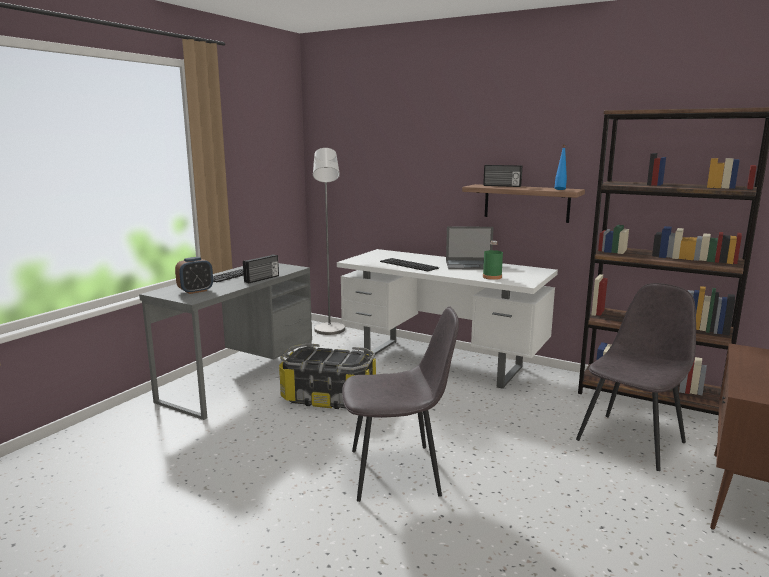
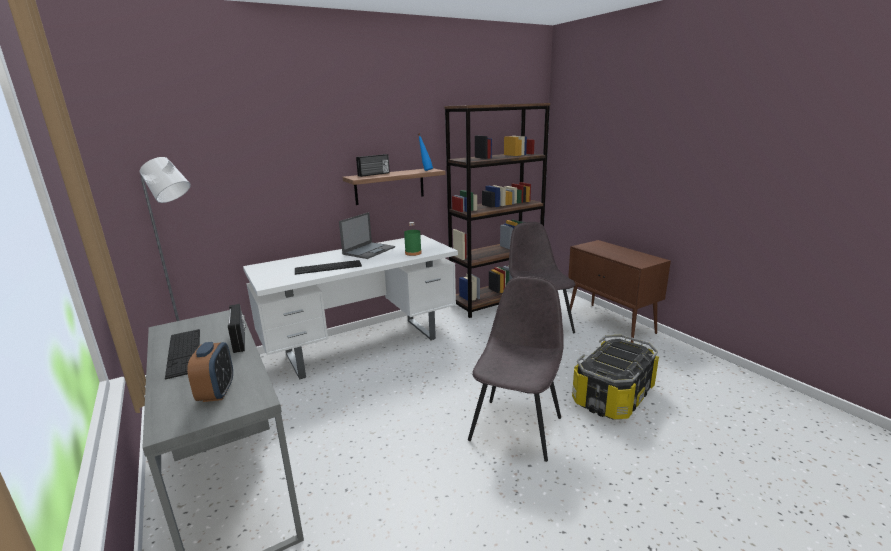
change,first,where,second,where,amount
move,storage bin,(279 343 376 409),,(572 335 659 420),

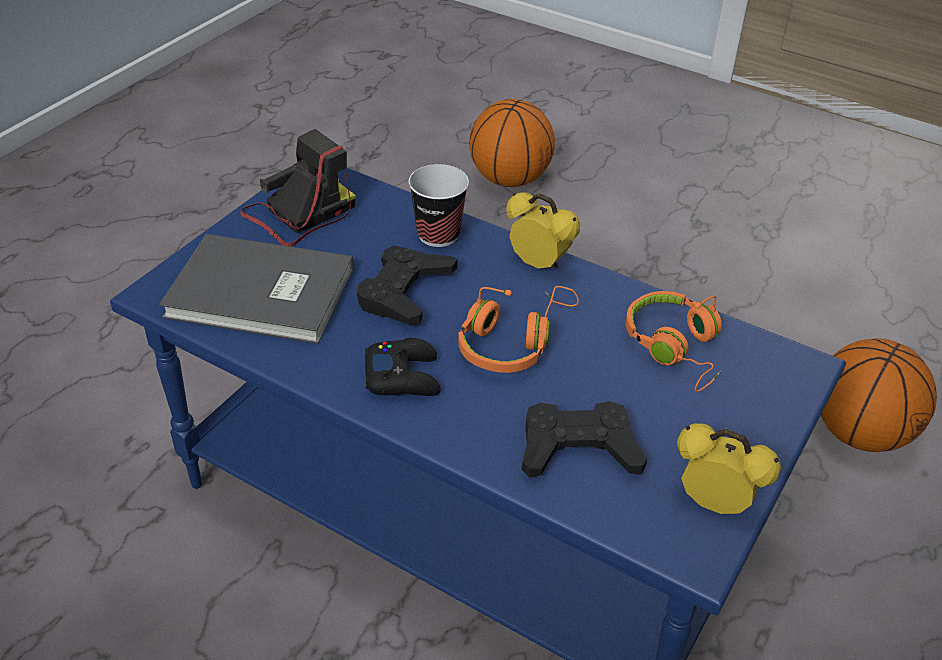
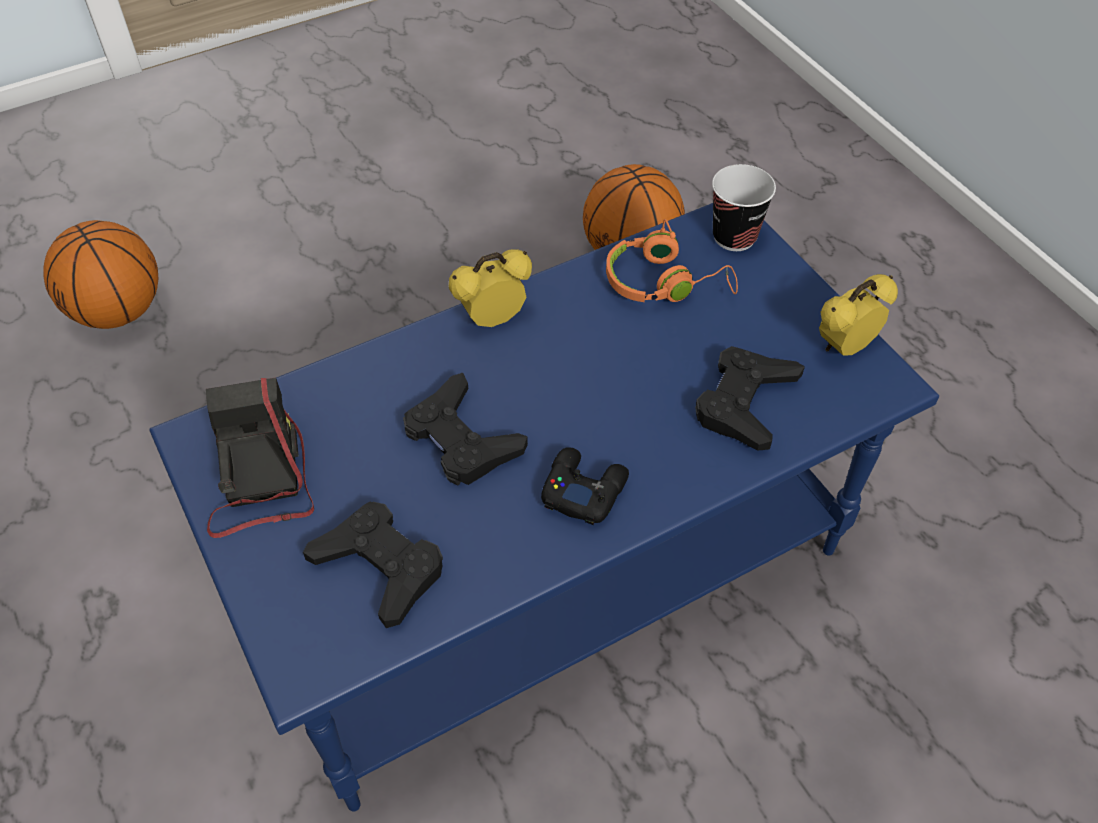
change,first,where,second,where,amount
delete,headset (orange),(458 286 579 373),,,
move,small cup,(408 164 469 247),,(712 164 776 251),
replace,volume (gray),(159 234 353 344),game controller (blackish),(303 502 443 628),

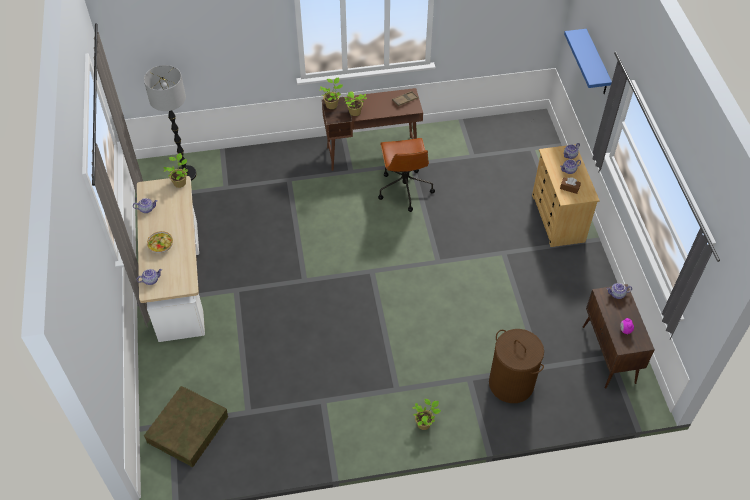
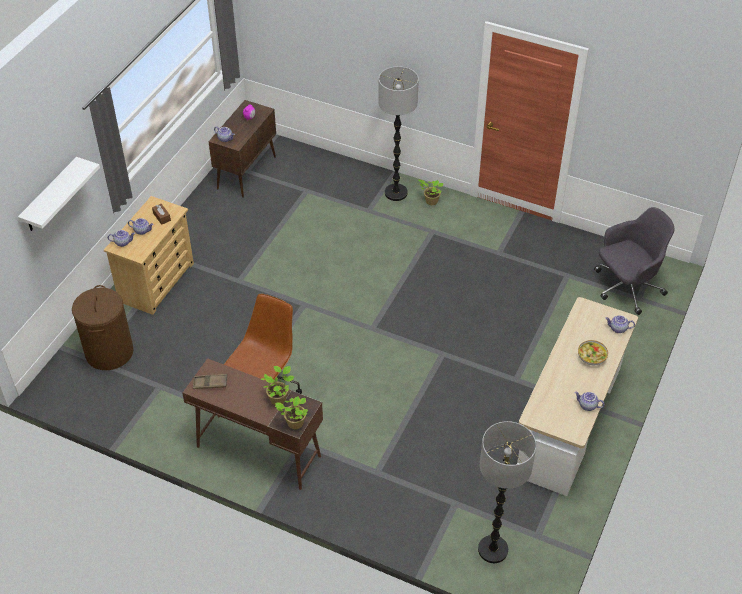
change,first,where,second,where,amount
delete,houseplant,(164 153 188 188),,,
insert,,,standard lamp,(378 66 419 201),
move,laundry basket (brown),(489 329 544 403),,(72 285 133 370),
replace,storage bin (brown),(144 386 228 467),desk chair (gray),(594 207 674 315),
recolor,shelf (blue-coloured),(564 29 612 94),shelf (whitish),(18 157 100 231),

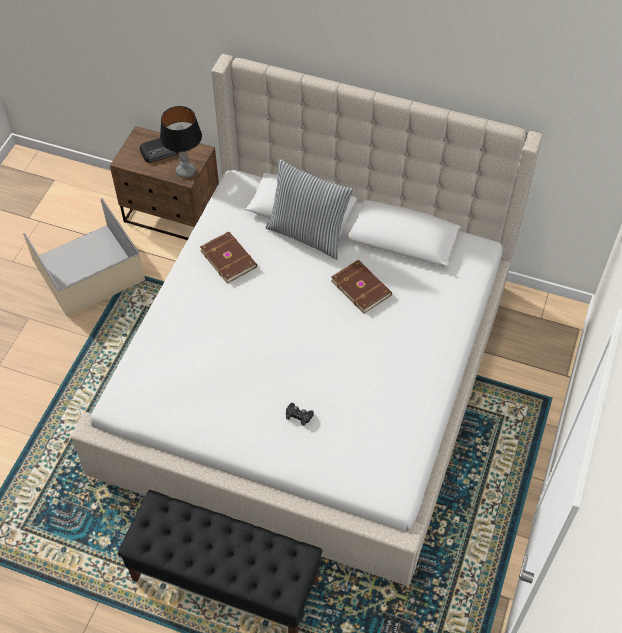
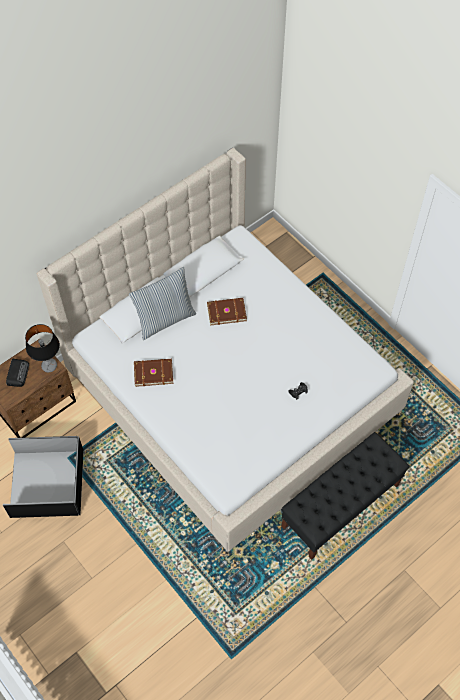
change,first,where,second,where,amount
recolor,storage bin (beige),(23 198 145 317),storage bin (blackish),(3 436 84 518),

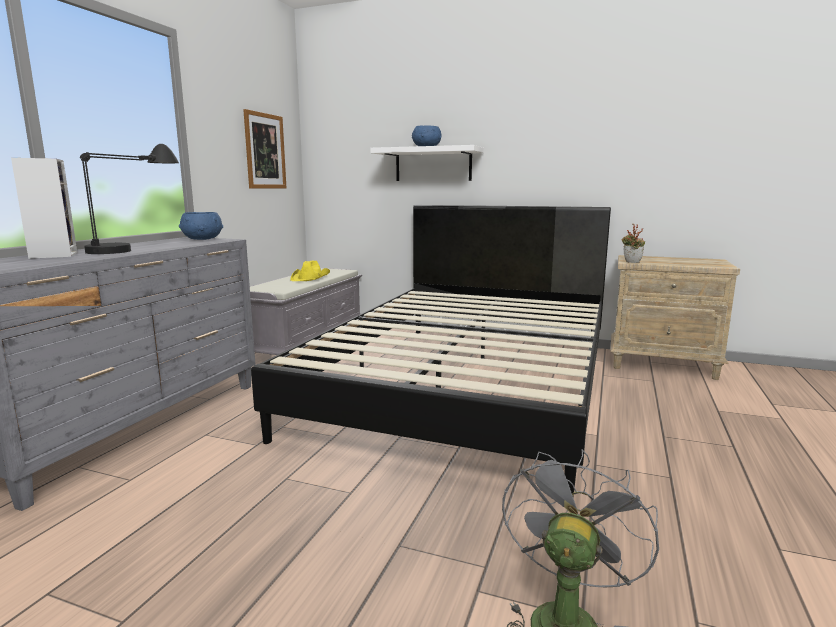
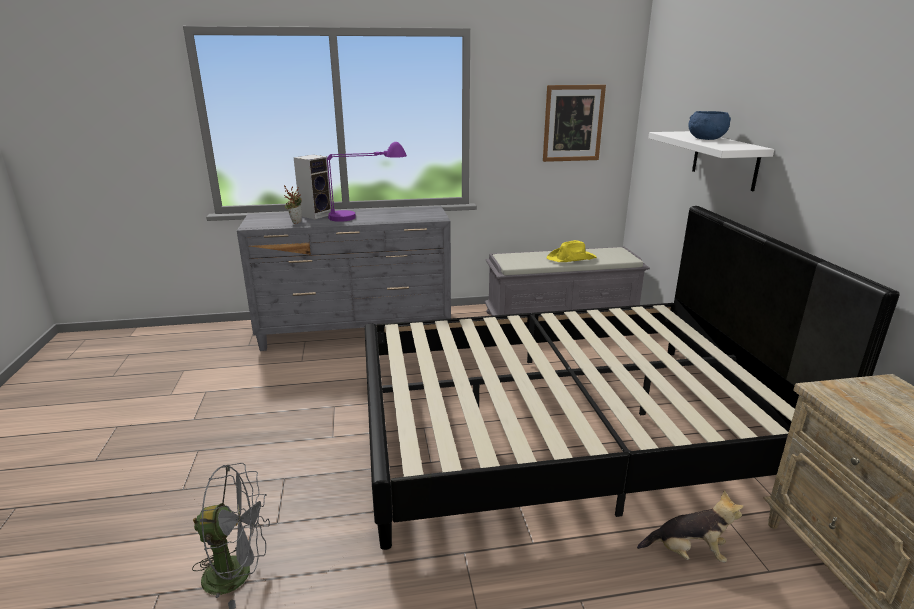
change,first,where,second,where,amount
delete,deep dish (blue-coloured),(179 212 223 240),,,
insert,,,plush toy,(637 490 743 563),
move,houseplant,(621 223 645 263),,(284 185 302 224),
recolor,tabletop lamp (blackish),(80 144 179 254),tabletop lamp (purple-coloured),(327 142 407 222),

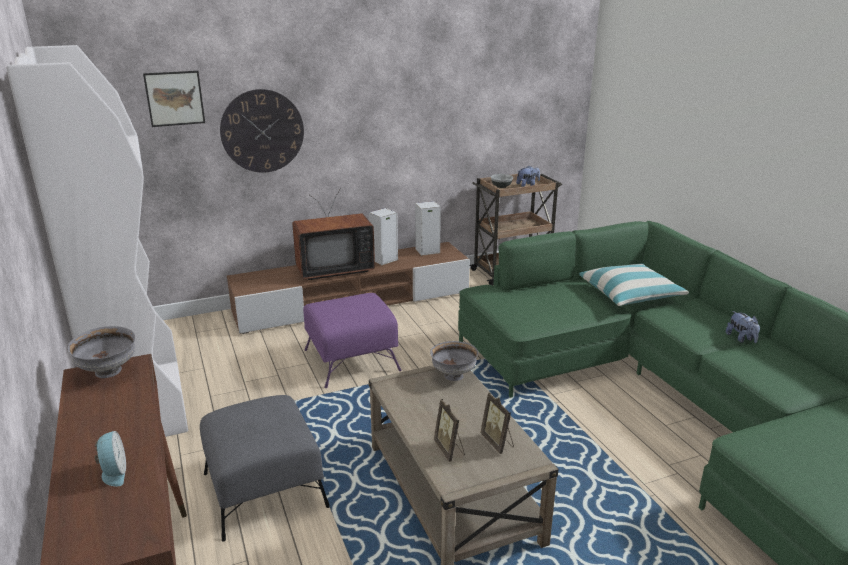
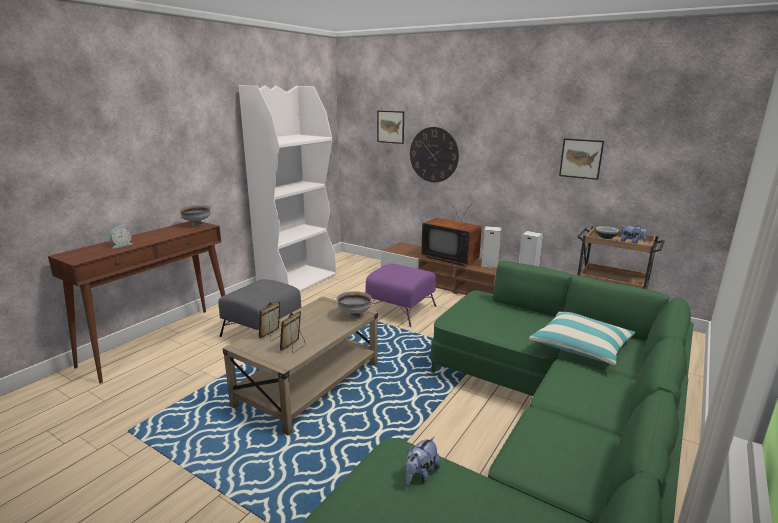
change,first,where,second,where,amount
insert,,,wall art,(559 138 604 180),
move,plush toy,(726 311 760 343),,(406 437 440 485),

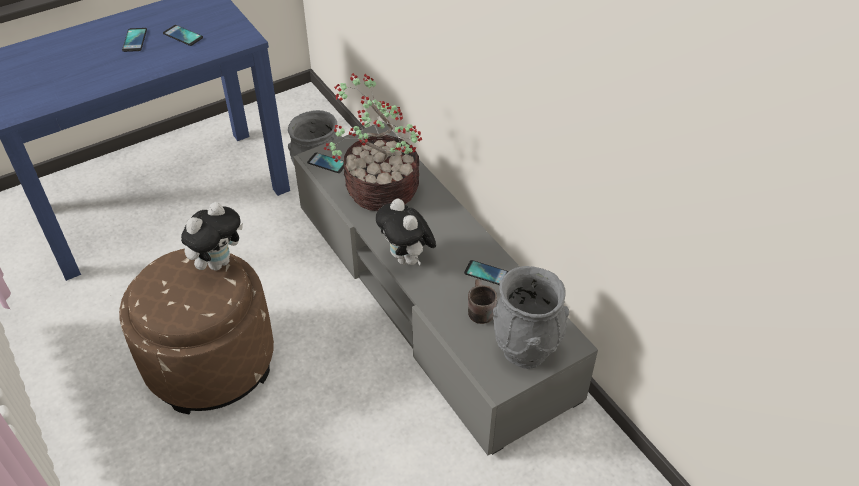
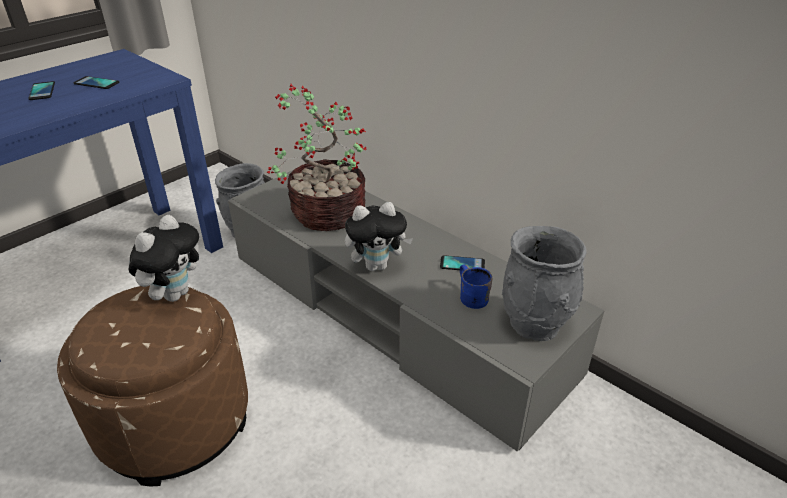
change,first,where,second,where,amount
delete,handset,(307 153 344 173),,,
recolor,mug (brown),(468 279 497 324),mug (blue-coloured),(460 265 492 309),
rotate,plush toy,(376 198 436 266),,(345 202 413 271),60 degrees counterclockwise

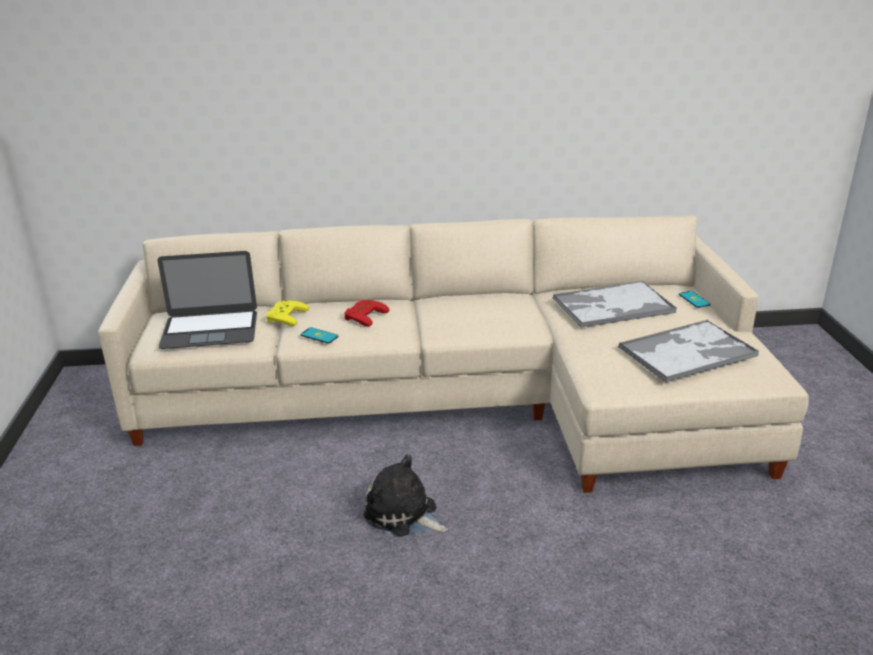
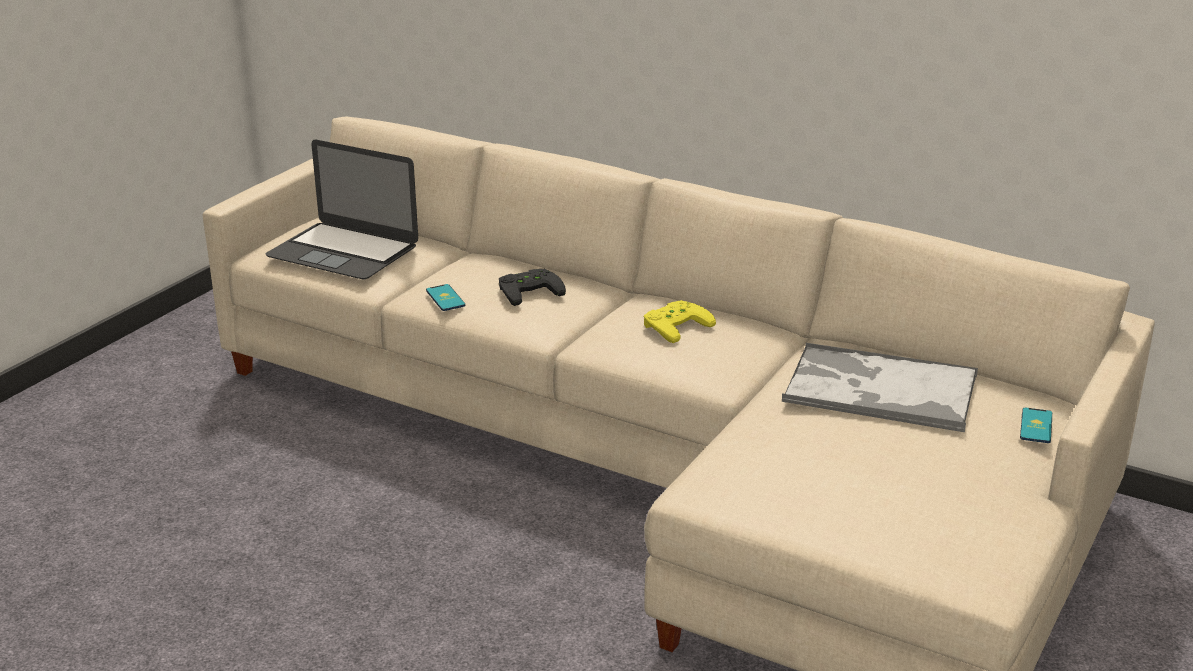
change,first,where,second,where,amount
delete,plush toy,(363 454 447 537),,,
delete,tray,(618 320 759 383),,,
move,game controller (yellowish),(267 301 309 326),,(644 300 716 343),
recolor,game controller (red-coloured),(344 300 389 327),game controller (blackish),(499 269 566 306),

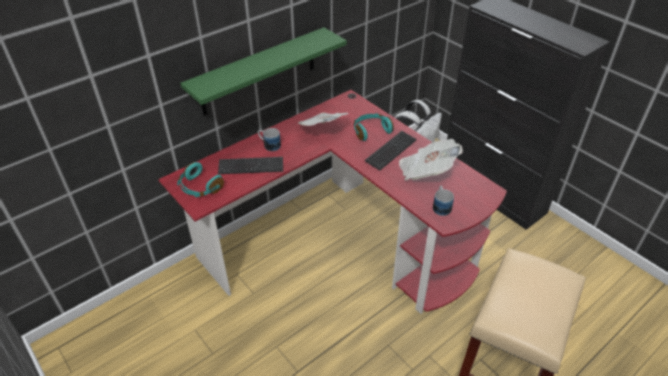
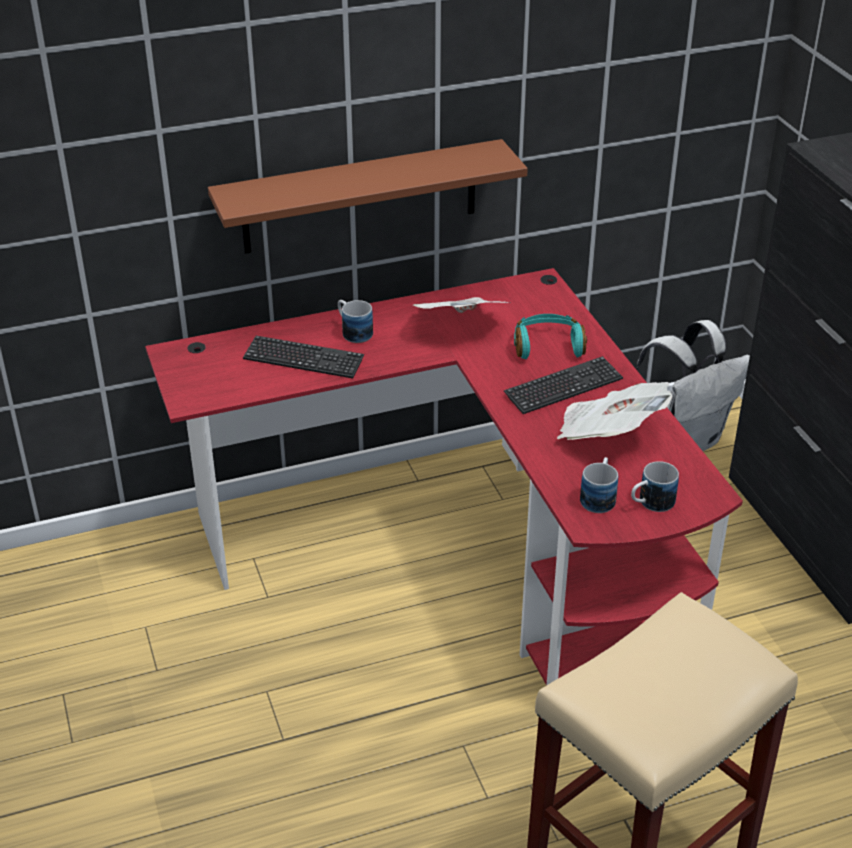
change,first,where,second,where,amount
delete,headset (turquoise),(177 162 224 197),,,
insert,,,mug,(631 461 679 512),
recolor,shelf (green),(180 27 347 116),shelf (brown),(208 139 528 254),

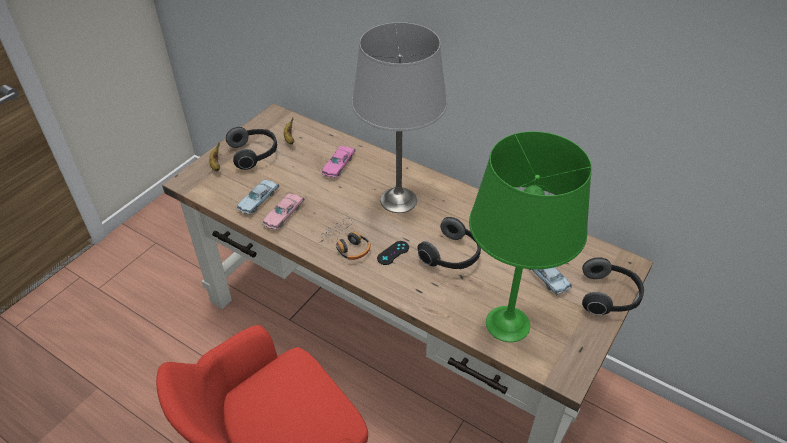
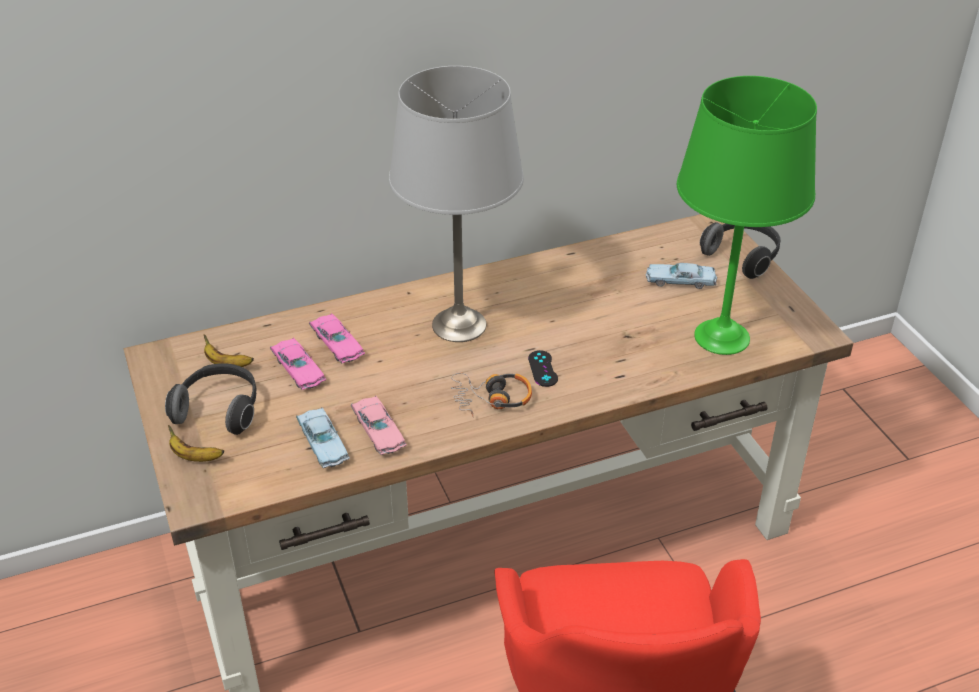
change,first,where,second,where,amount
delete,headset,(418 217 481 269),,,
insert,,,model car (pink-coloured),(270 337 326 390),

